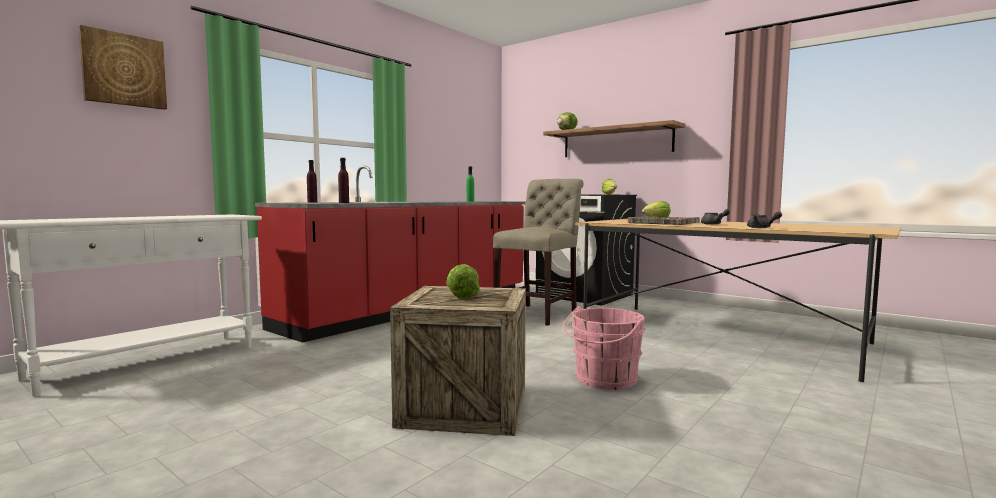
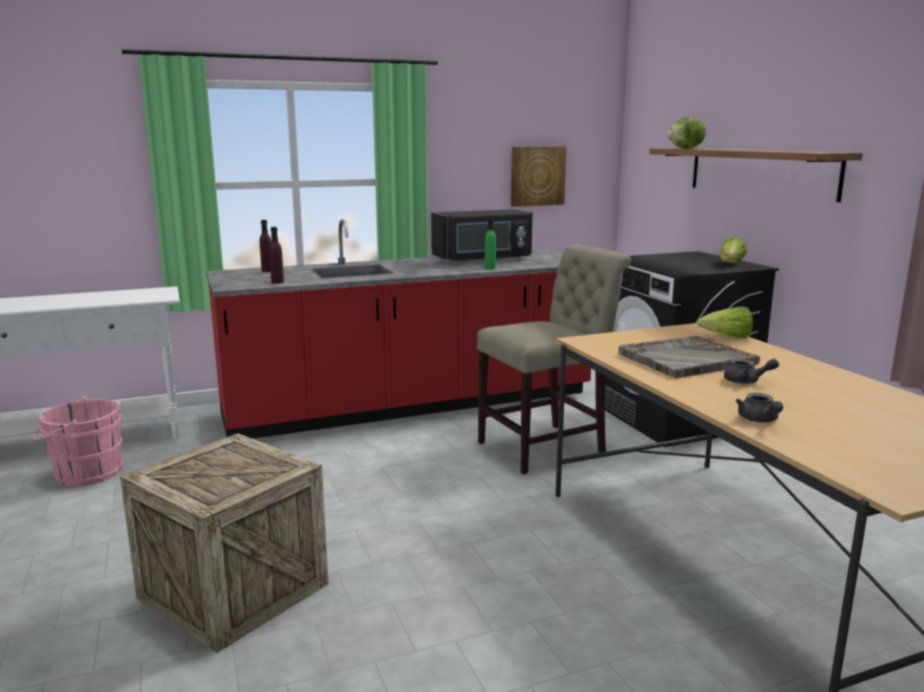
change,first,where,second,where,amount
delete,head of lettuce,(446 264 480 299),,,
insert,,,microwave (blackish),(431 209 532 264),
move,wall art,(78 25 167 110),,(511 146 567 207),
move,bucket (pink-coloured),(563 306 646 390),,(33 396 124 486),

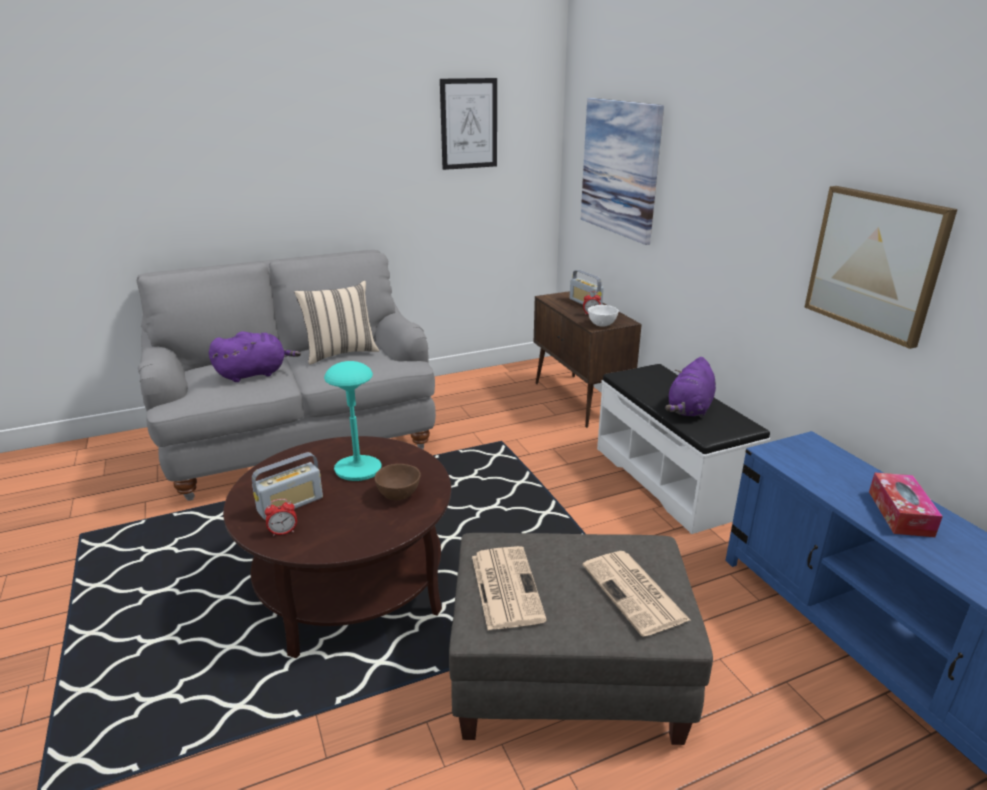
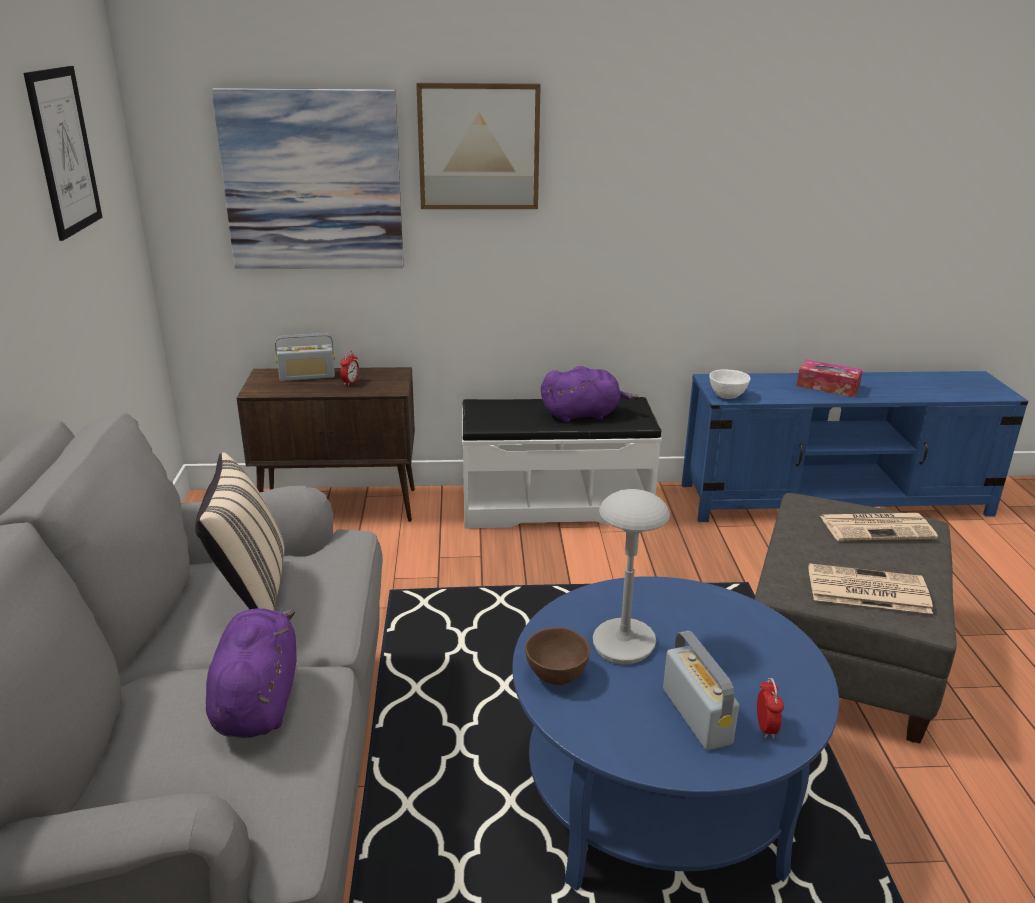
change,first,where,second,where,amount
move,deep dish (brown),(375 464 421 500),,(525 627 590 685),
move,deep dish (whitish),(588 305 619 327),,(709 369 750 399),
move,wall art,(805 186 957 349),,(416 83 541 209),
recolor,lounge table (brown),(223 436 451 658),lounge table (blue-coloured),(512 576 839 891),
recolor,tabletop lamp (turquoise),(324 361 382 481),tabletop lamp (gray),(593 489 670 665),
rotate,plush toy (purple-coloured),(665 357 716 418),,(541 366 638 422),60 degrees counterclockwise

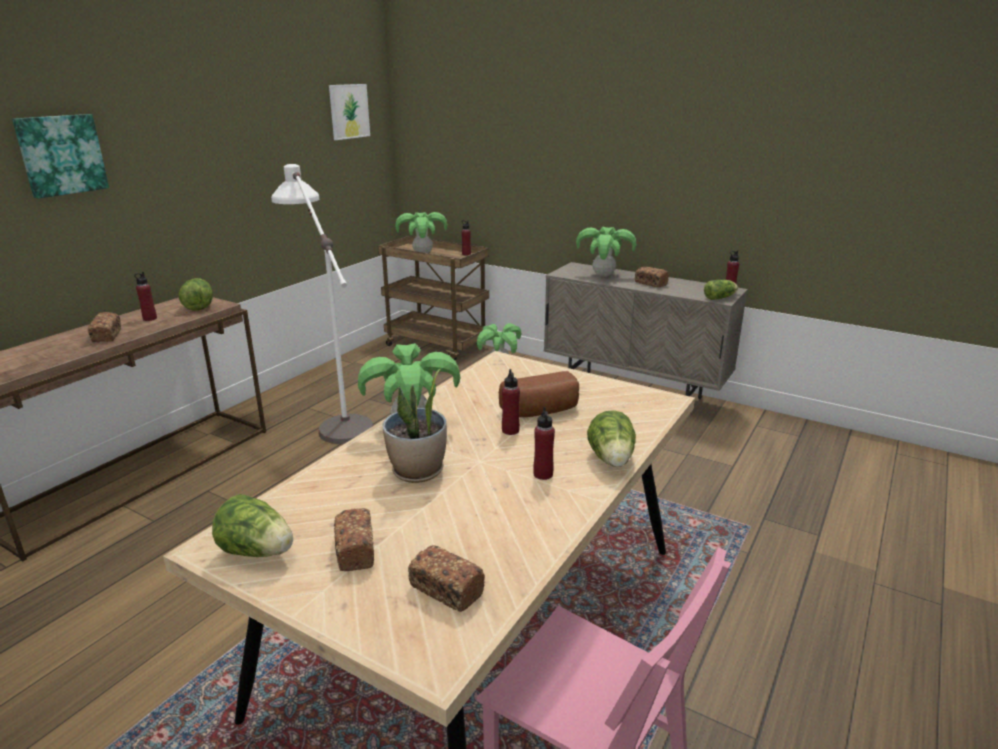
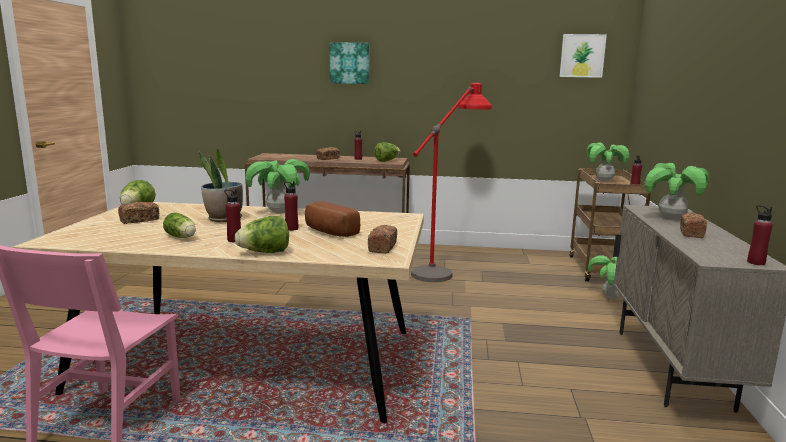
change,first,where,second,where,amount
move,baked bread,(408 545 485 612),,(368 225 397 254),
move,head of lettuce,(704 280 738 300),,(163 212 196 238),
recolor,standard lamp (whitish),(271 164 374 444),standard lamp (red-coloured),(411 83 492 282),

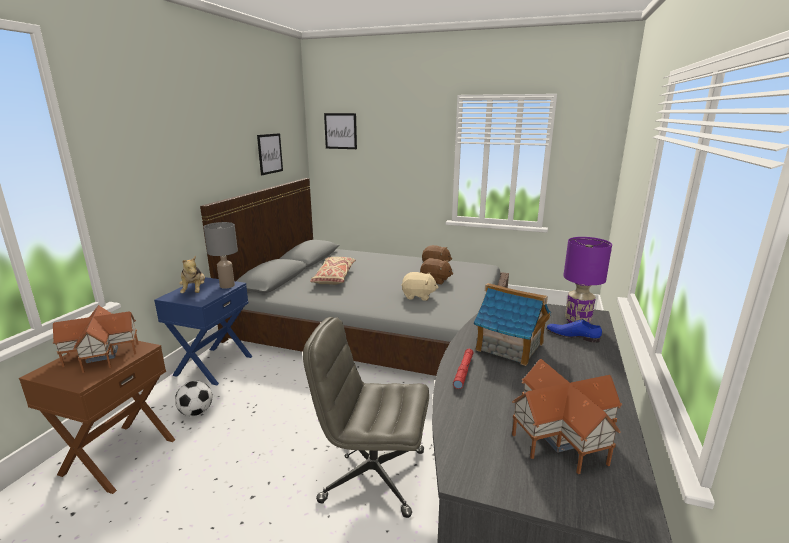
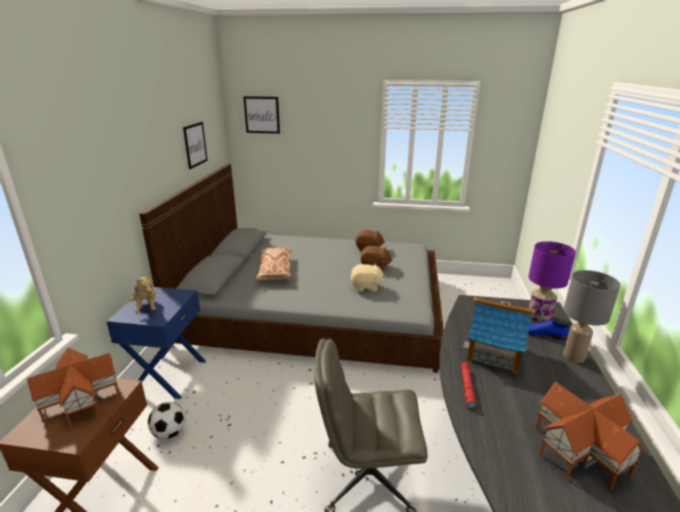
change,first,where,second,where,amount
move,tabletop lamp (gray),(204 222 238 289),,(563 270 621 363),

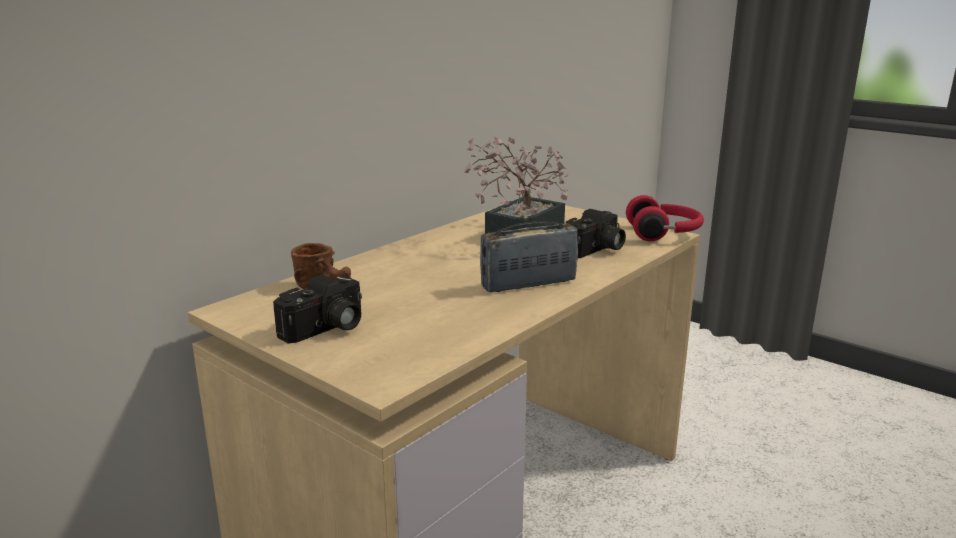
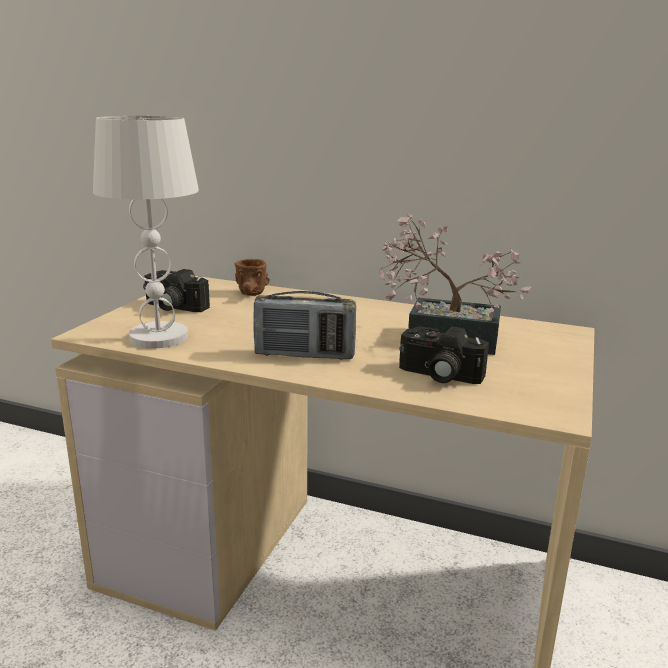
change,first,where,second,where,amount
delete,headset (red-coloured),(626 195 704 241),,,
insert,,,tabletop lamp (whitish),(93 116 199 348),
rotate,radio receiver,(480 222 578 292),,(253 291 356 360),135 degrees clockwise

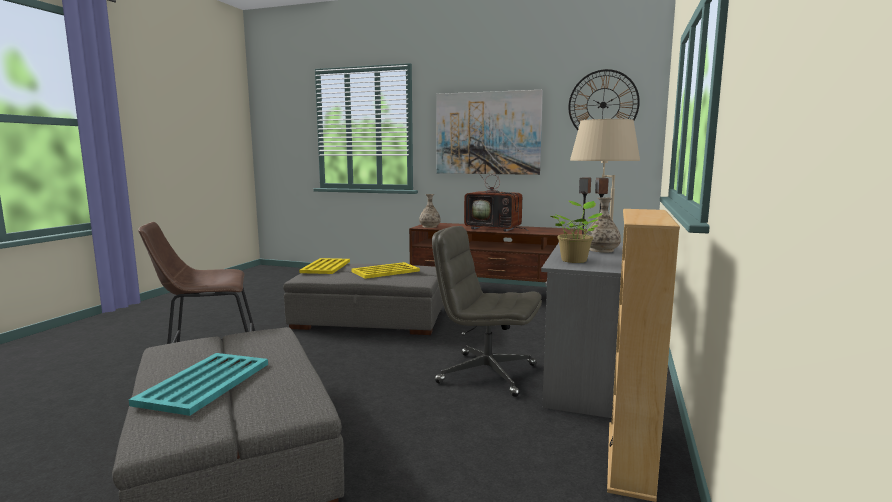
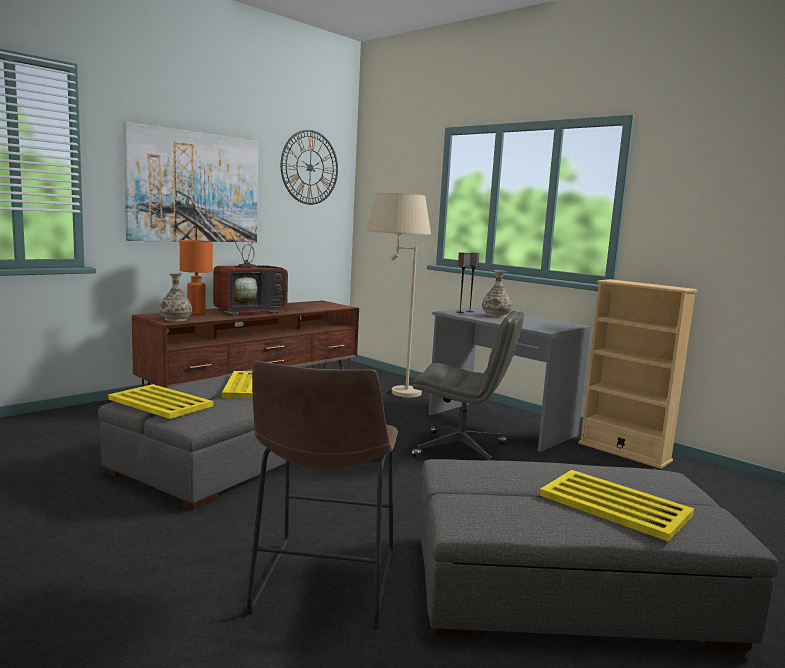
change,first,where,second,where,amount
delete,houseplant,(550 201 603 263),,,
insert,,,tabletop lamp (orange),(180 240 213 315),
recolor,tray (turquoise),(129 353 268 416),tray (yellowish),(540 470 694 542),
rotate,desk chair (gray),(432 226 542 397),,(411 311 524 461),120 degrees counterclockwise

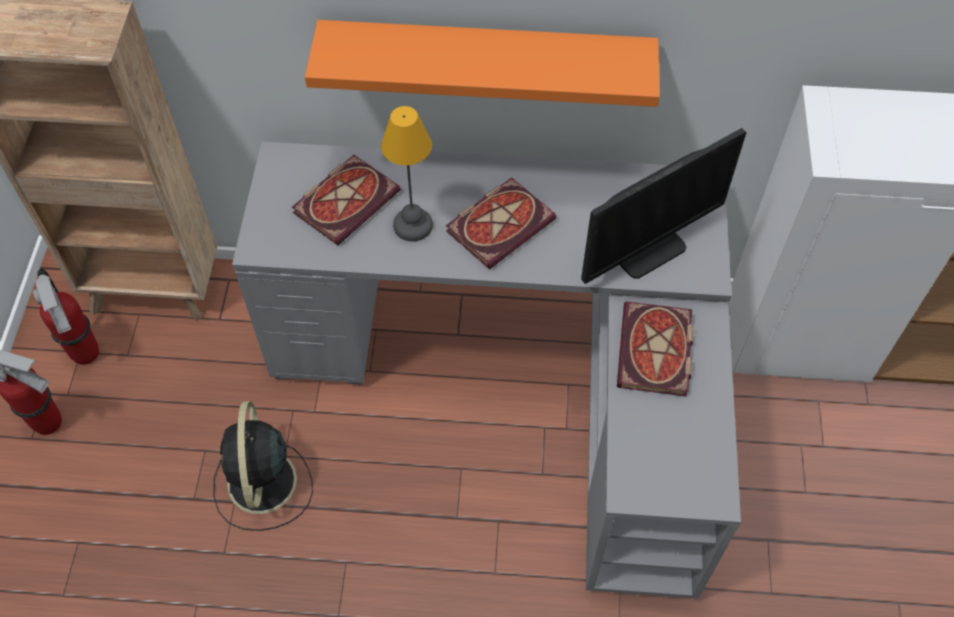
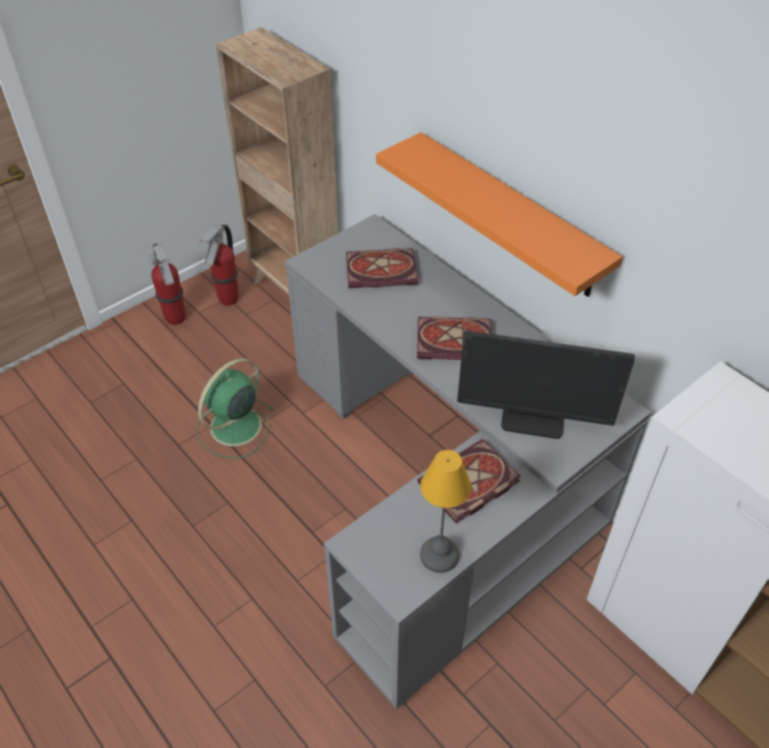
change,first,where,second,where,amount
move,tabletop lamp,(381 106 433 242),,(420 450 471 573),
recolor,cooling fan (blackish),(213 401 313 531),cooling fan (green),(197 358 274 459),

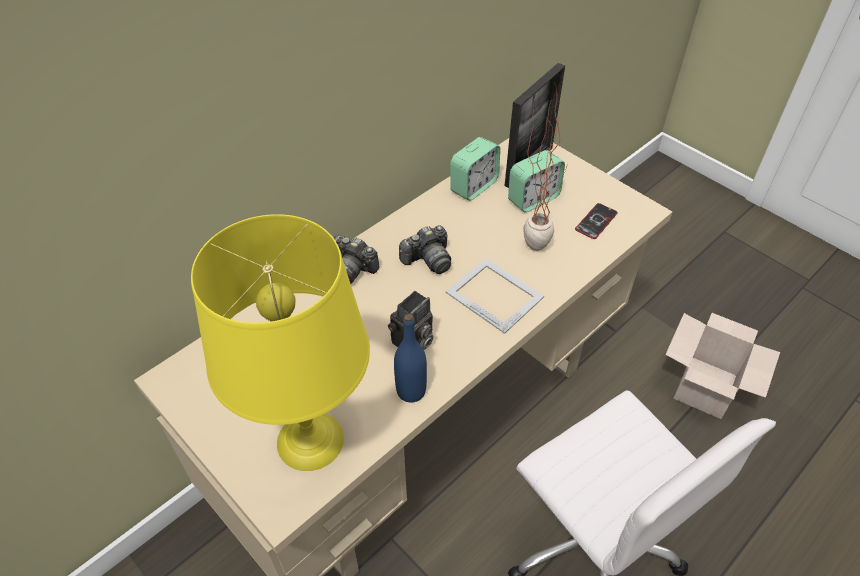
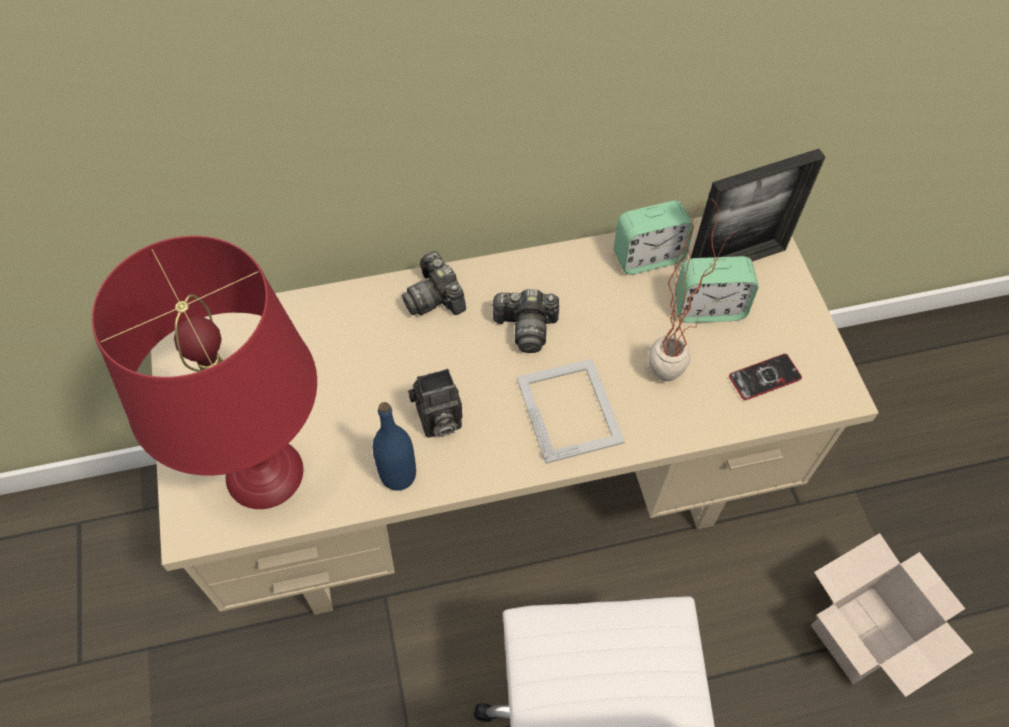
change,first,where,second,where,amount
recolor,tabletop lamp (yellowish),(191 214 370 471),tabletop lamp (red-coloured),(92 236 317 509),

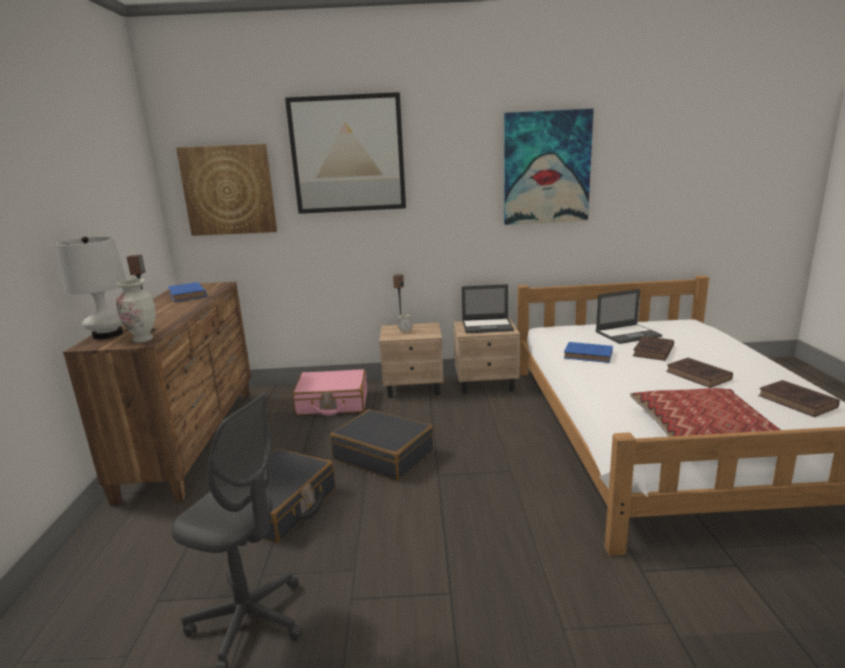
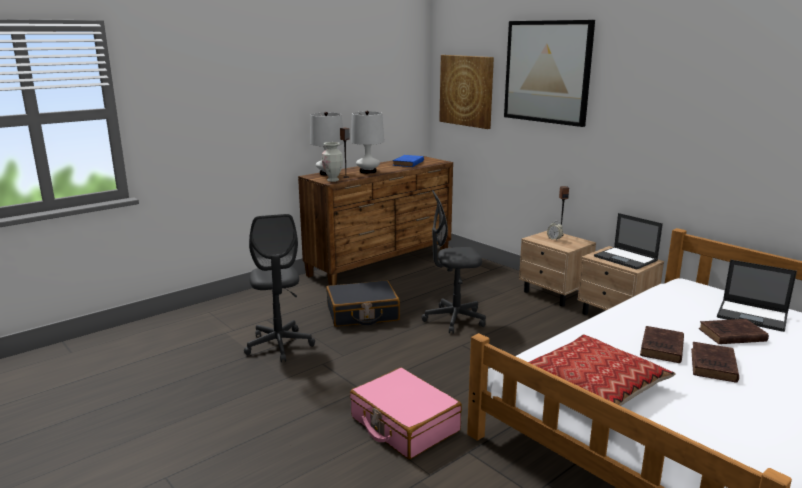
change,first,where,second,where,amount
delete,wall art,(504 108 594 225),,,
delete,volume (blue-coloured),(564 342 613 363),,,
insert,,,tabletop lamp (whitish),(351 111 384 174),
move,piece of luggage (pink-coloured),(292 369 367 416),,(350 367 462 459),
move,volume (brown),(758 380 840 417),,(640 326 684 363),
replace,piece of luggage (blackish),(330 409 433 480),desk chair (gray),(422 190 486 334),

